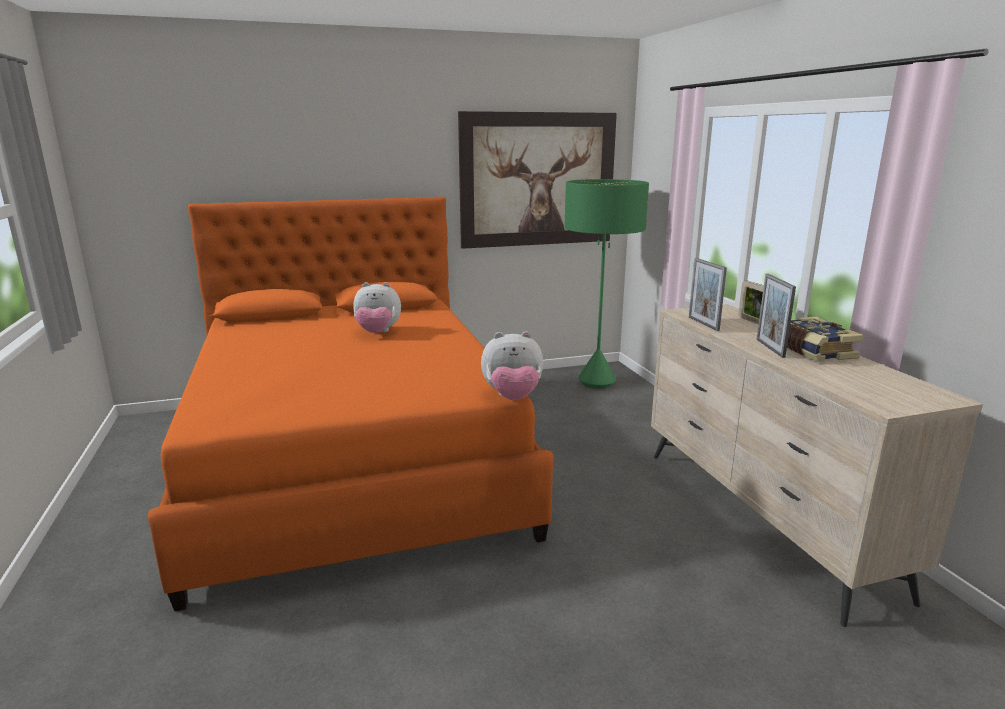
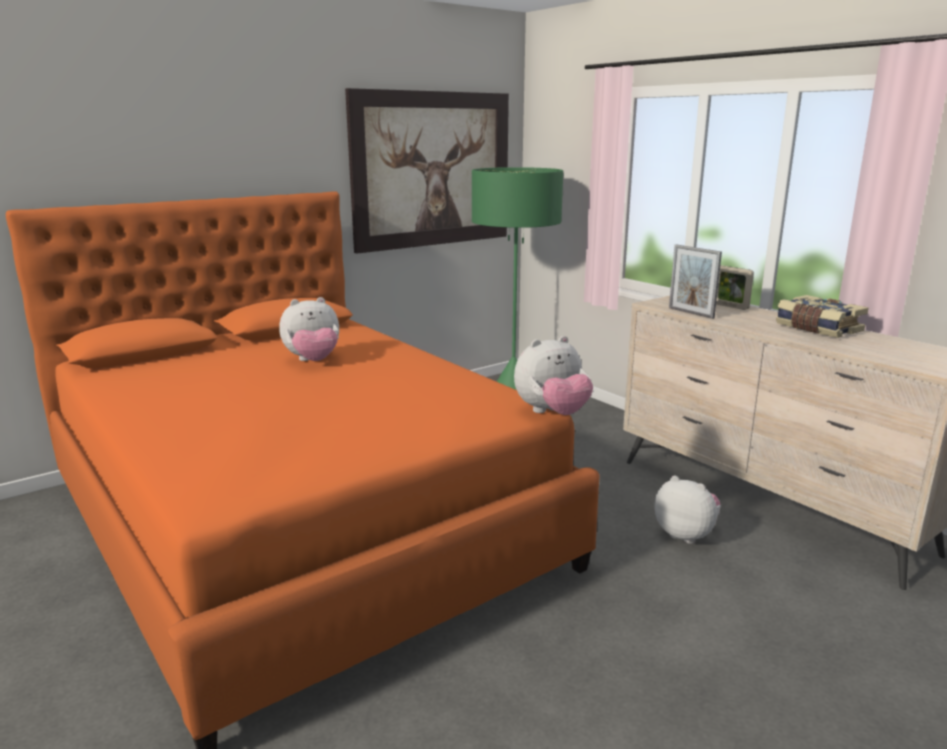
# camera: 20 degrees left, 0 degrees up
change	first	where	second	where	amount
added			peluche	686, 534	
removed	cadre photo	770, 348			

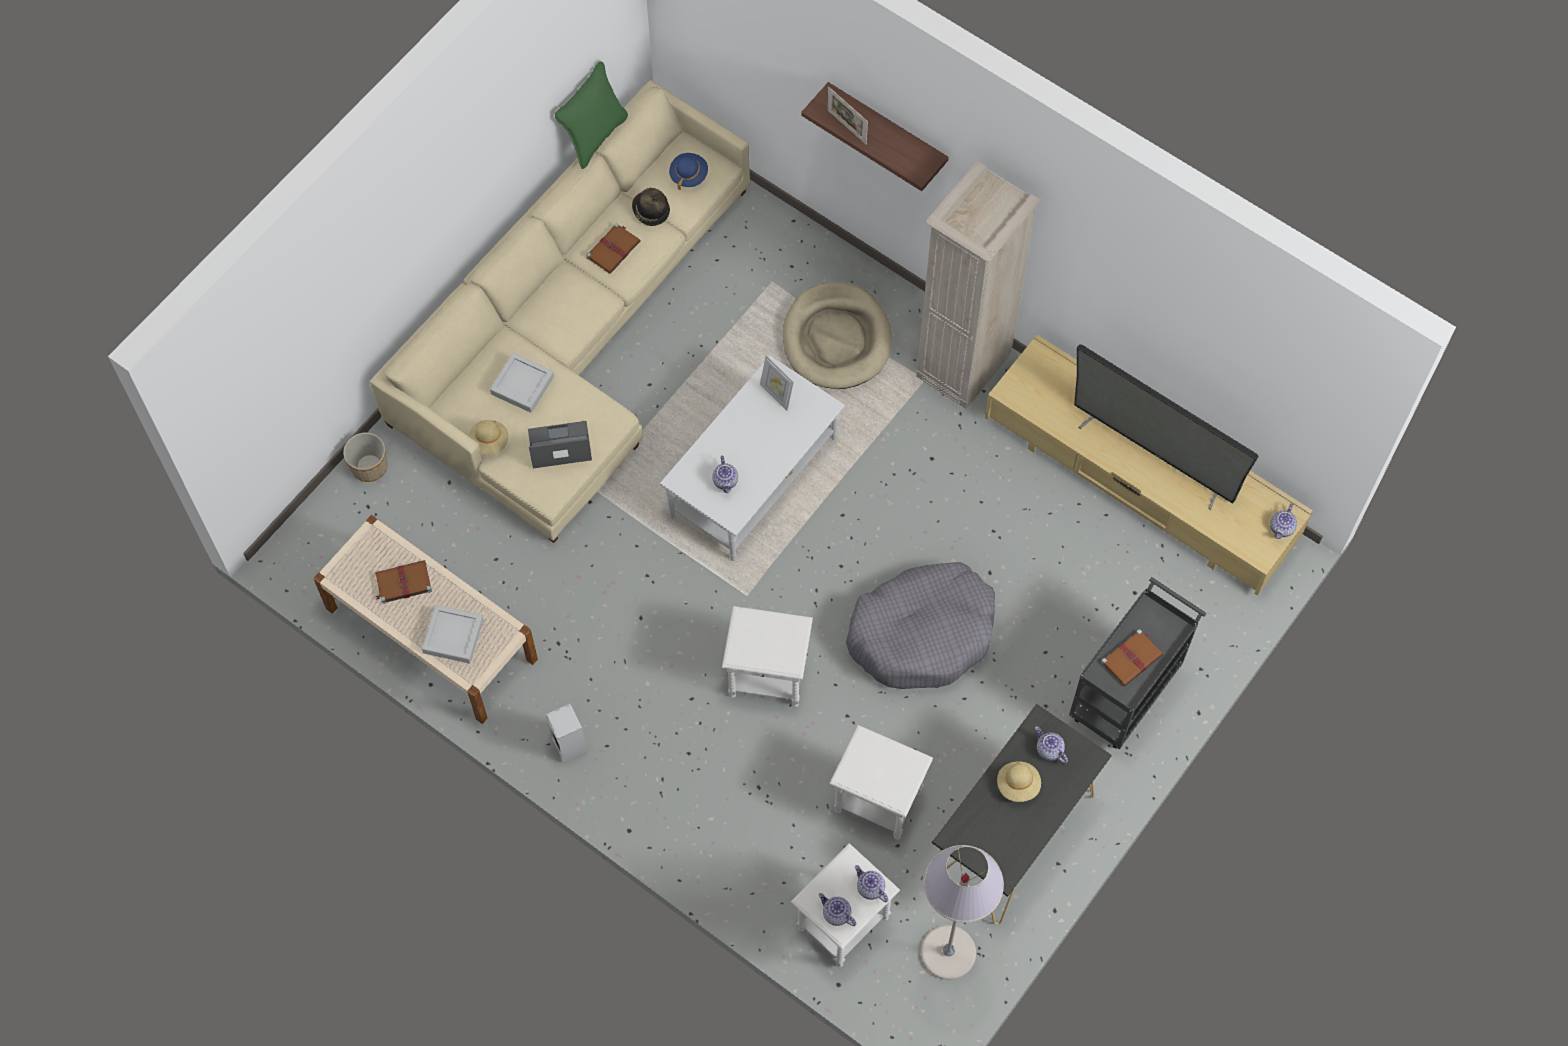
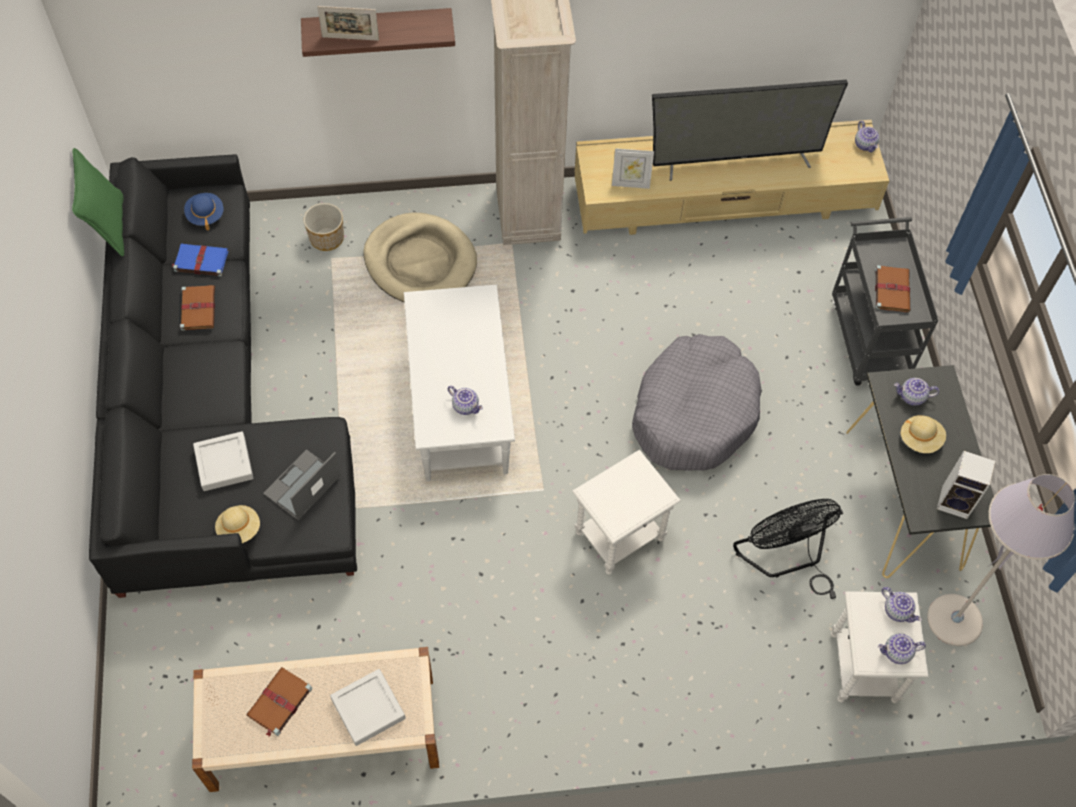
# camera: 45 degrees left, 5 degrees down
change	first	where	second	where	amount
recoloured	canapé (beige)	571, 336	canapé (noir)	211, 411	
replaced	chapeau	650, 211	livre (bleu)	200, 261	
moved	cache-pot	369, 466		326, 238	
moved	cadre photo	776, 395		630, 184	
replaced	table d'appoint (blanc)	877, 802	ventilateur (noir)	792, 557	
turned	théière	870, 888		897, 610	135 degrees counterclockwise
moved	enceinte	570, 746		956, 502	

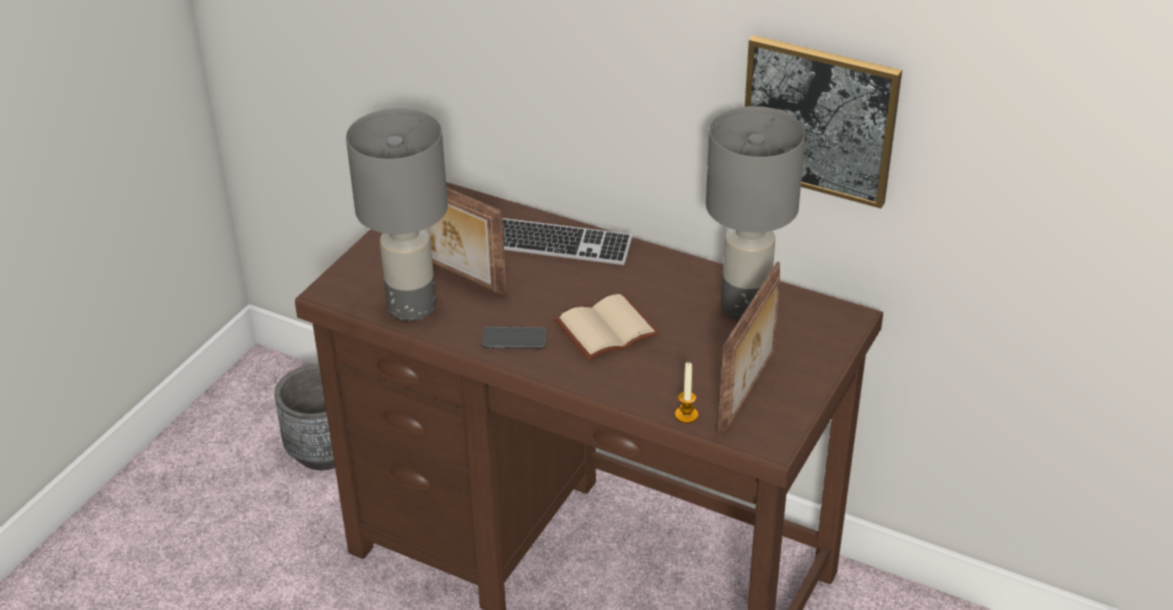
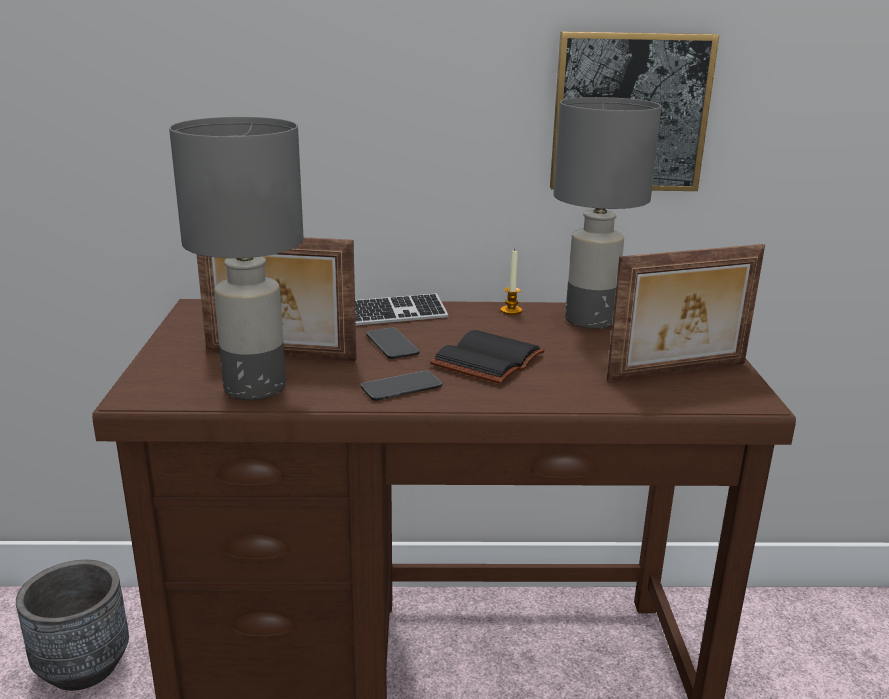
# camera: 30 degrees left, 15 degrees down
change	first	where	second	where	amount
added			téléphone	392, 344	
recoloured	livre (beige)	606, 331	livre (noir)	489, 361	
moved	bougie	686, 415		511, 310	
turned	cadre photo	748, 392		678, 372	75 degrees clockwise

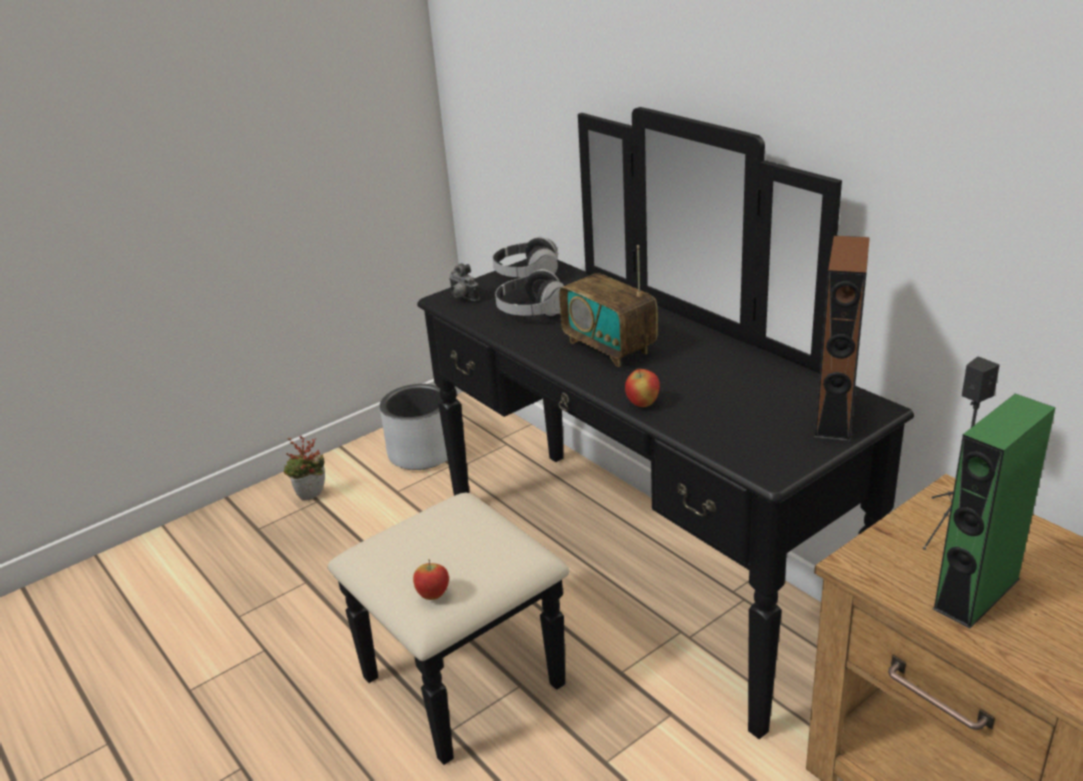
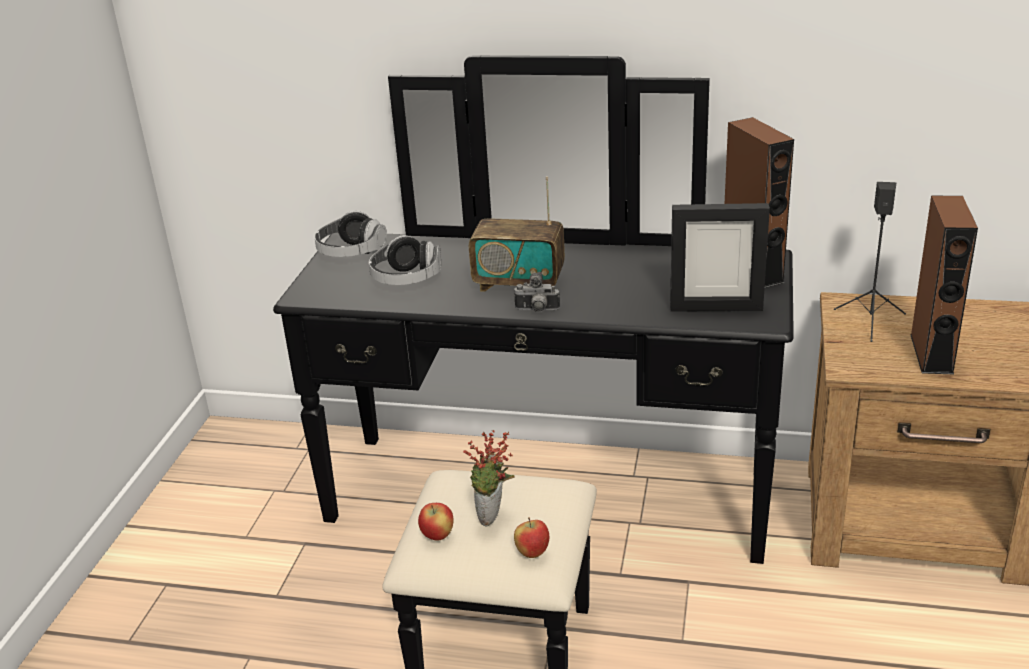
# camera: 40 degrees left, 0 degrees up
change	first	where	second	where	amount
moved	pomme	642, 404		438, 536	
moved	plante en pot	312, 497		493, 518	
moved	appareil photo	462, 297		537, 311	
added			cadre photo	716, 307	
recoloured	enceinte (vert)	976, 593	enceinte (marron)	931, 353	
removed	cache-pot (gris)	422, 452			

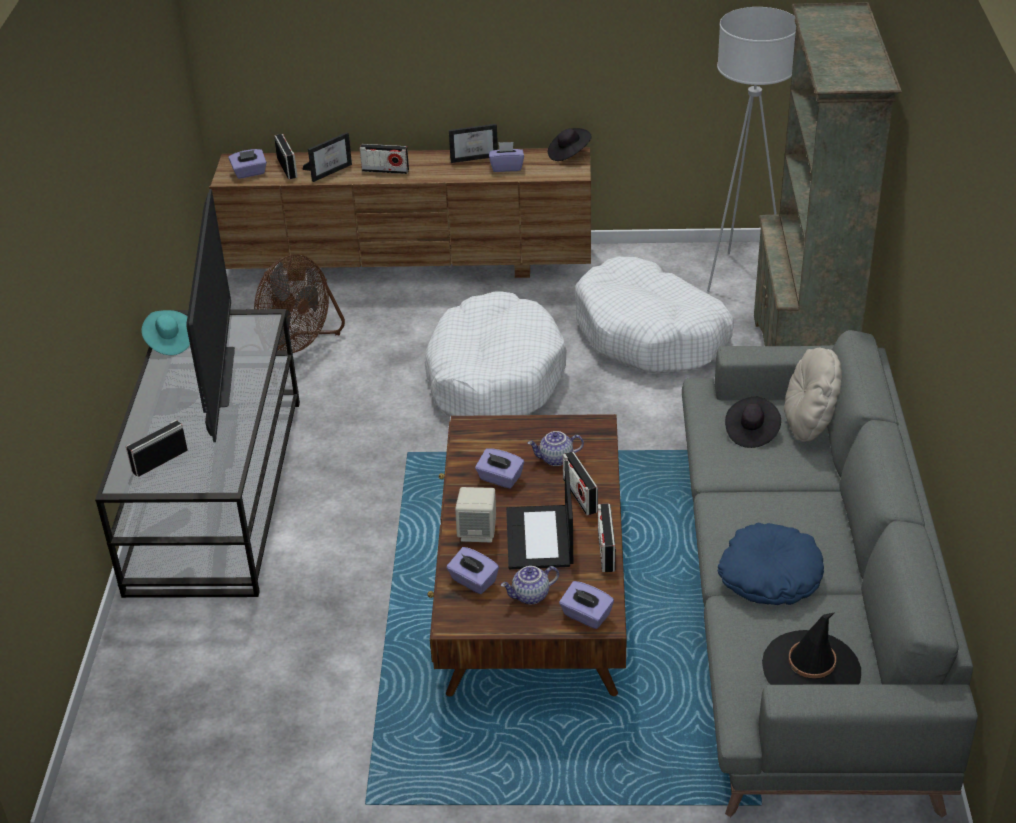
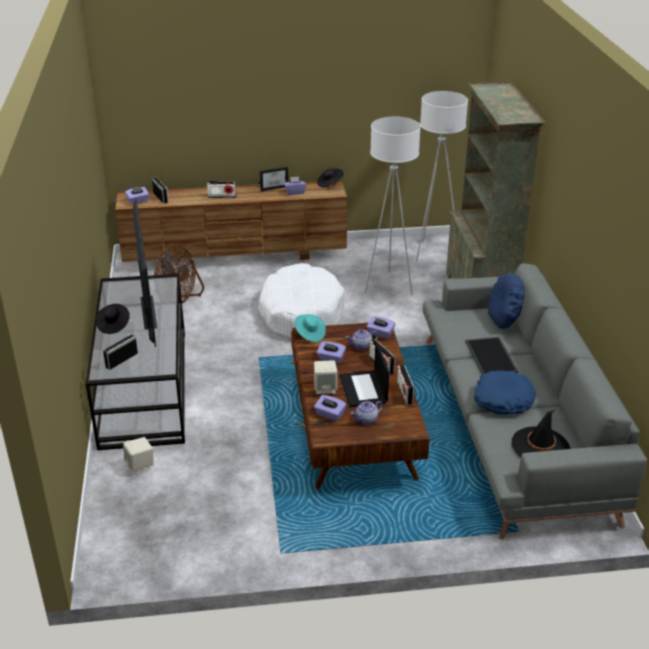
# camera: 10 degrees left, 5 degrees down
change	first	where	second	where	amount
moved	chapeau (noir)	751, 432		113, 325	
added			enceinte (beige)	140, 466	
moved	chapeau (turquoise)	169, 342		310, 334	
replaced	panier pour chien (blanc)	650, 334	lampadaire (blanc)	388, 286	
moved	boîte à mouchoirs (violet)	586, 616		380, 334	
added			plateau	492, 357	
recoloured	coussin (beige)	809, 426	coussin (bleu)	503, 321	
removed	cadre photo	329, 170			

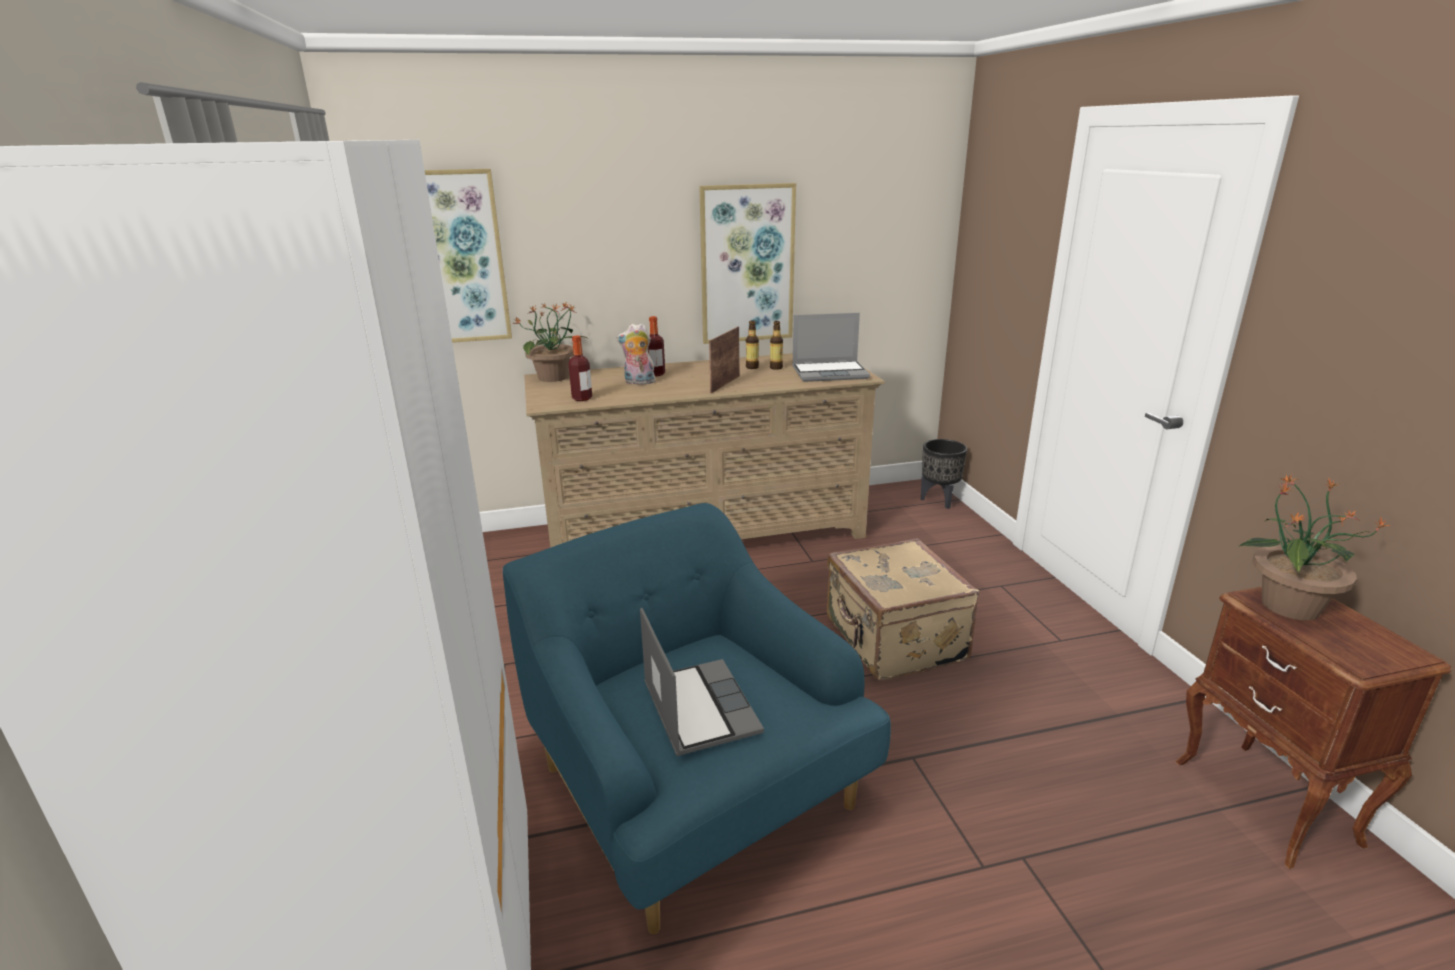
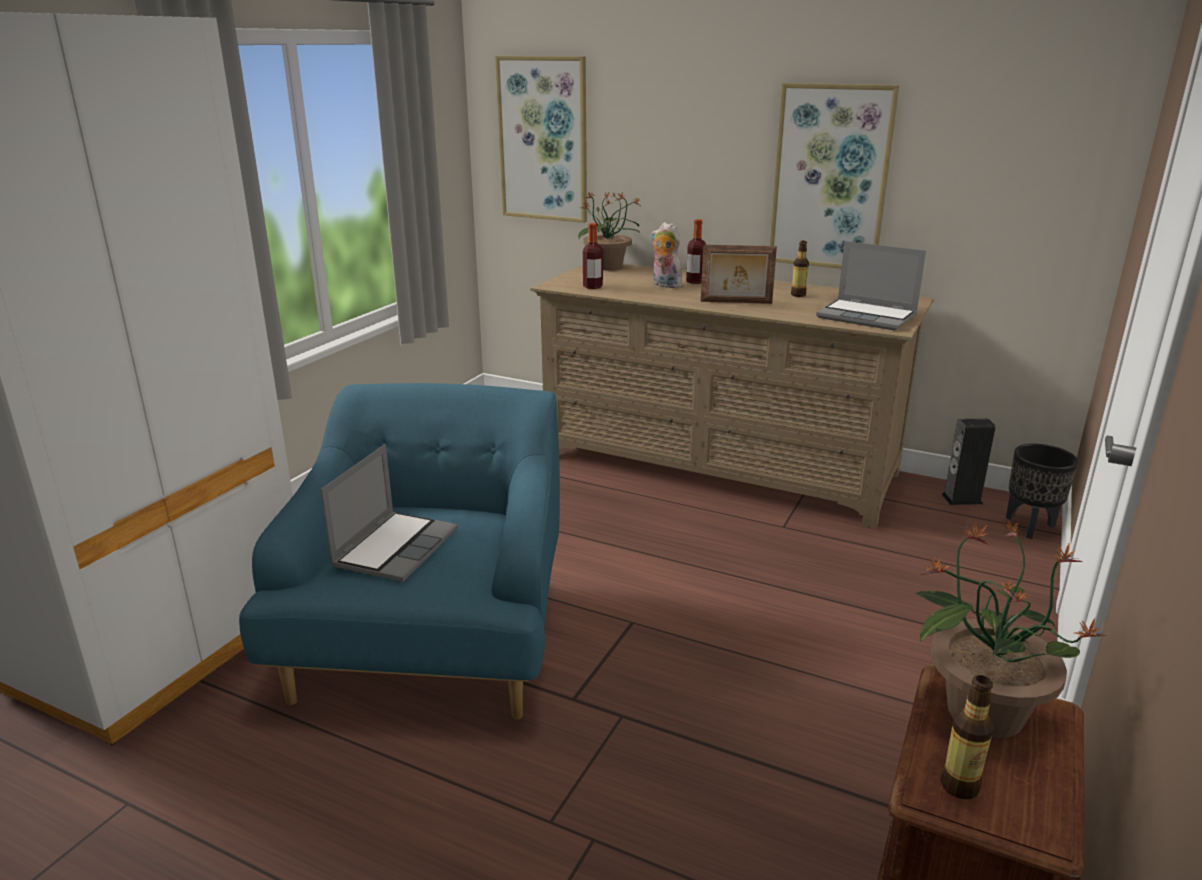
# camera: 40 degrees right, 0 degrees up
change	first	where	second	where	amount
turned	cadre photo	724, 384		736, 302	150 degrees counterclockwise
moved	bouteille	776, 368		959, 786	
added			enceinte	962, 499	
removed	valise (beige)	893, 641			

